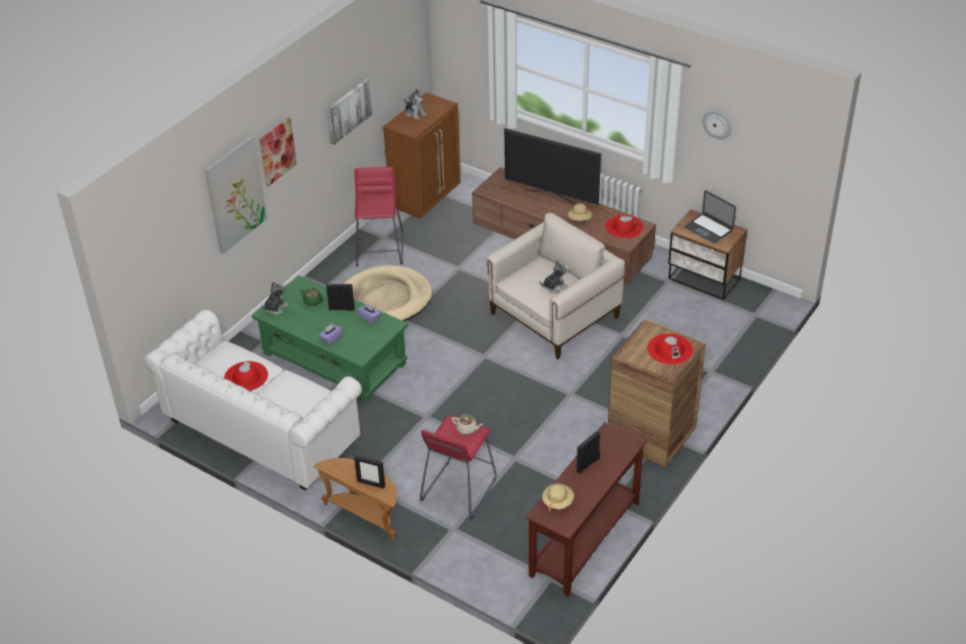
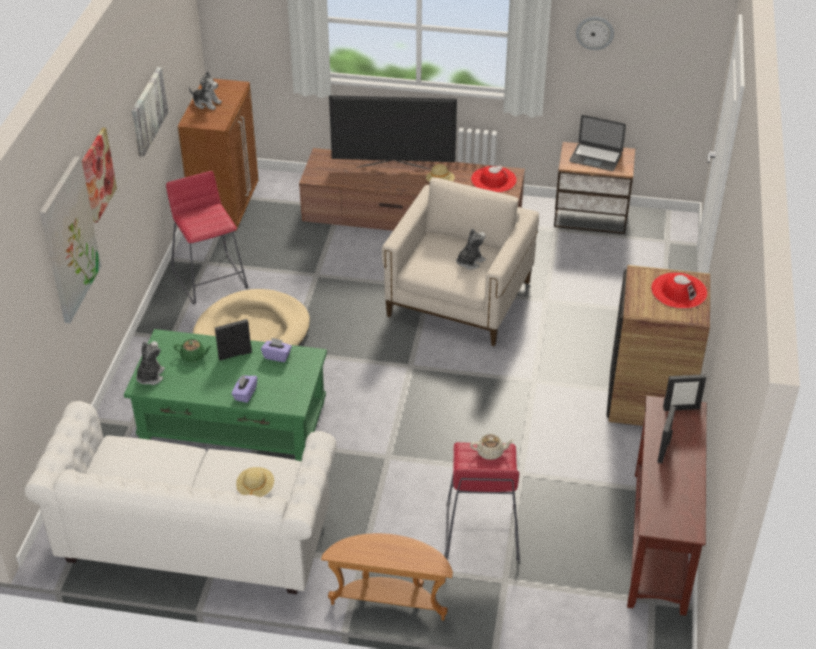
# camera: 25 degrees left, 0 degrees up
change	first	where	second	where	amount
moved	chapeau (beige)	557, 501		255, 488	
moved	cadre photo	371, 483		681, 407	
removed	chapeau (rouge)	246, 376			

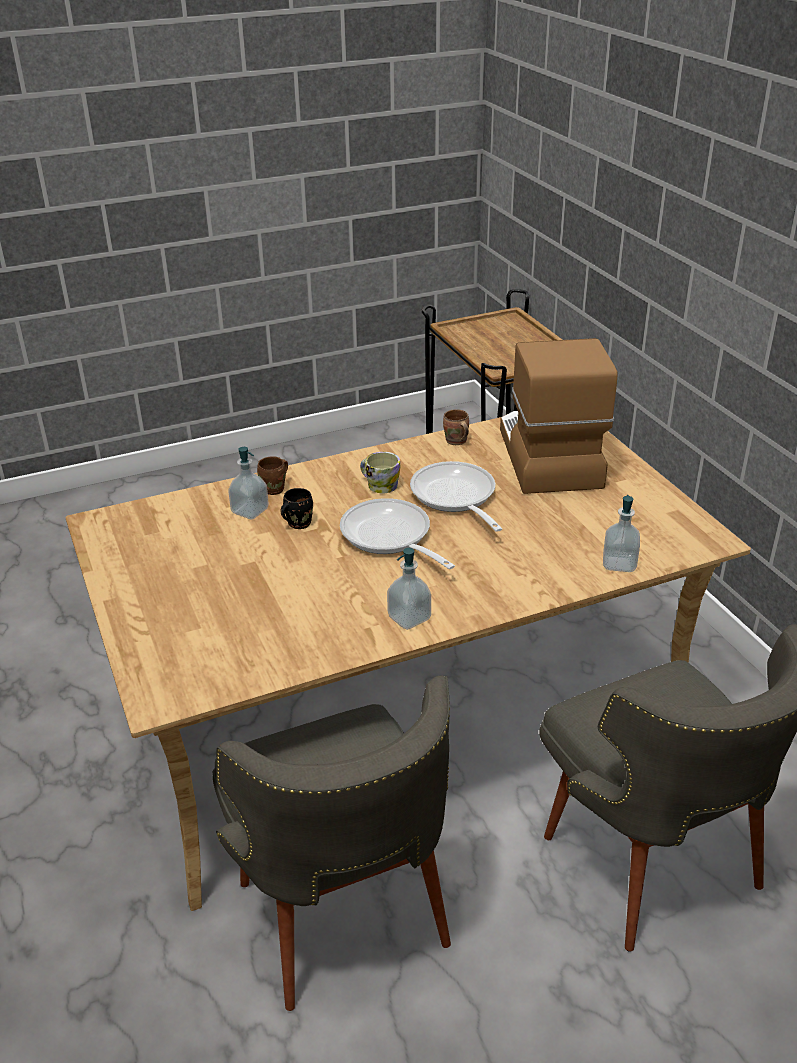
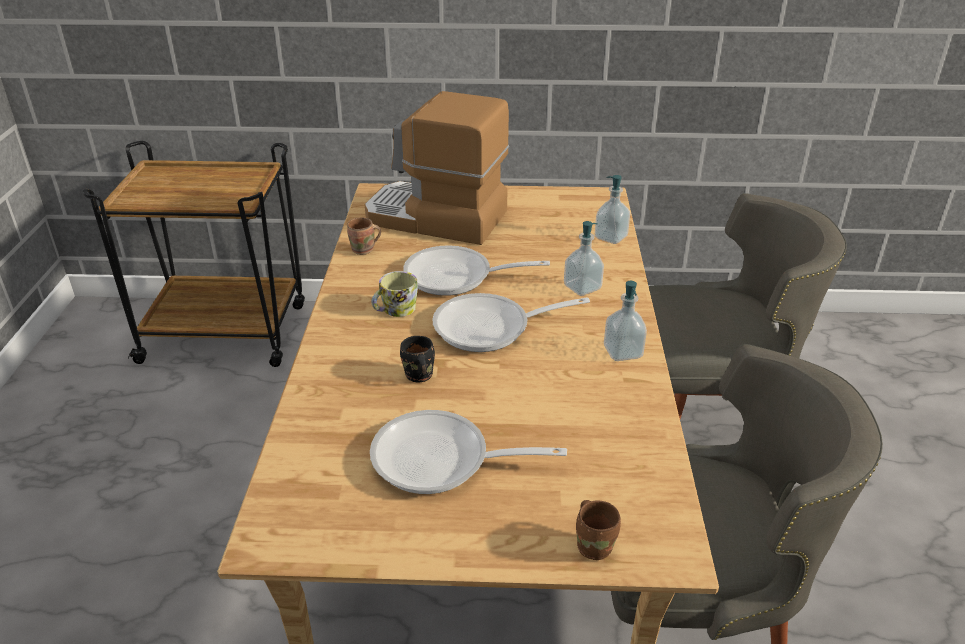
# camera: 65 degrees left, 0 degrees up
change	first	where	second	where	amount
added			poêle	441, 461	
moved	distributeur de savon	250, 511		582, 287	
moved	mug (marron)	275, 489		595, 545	

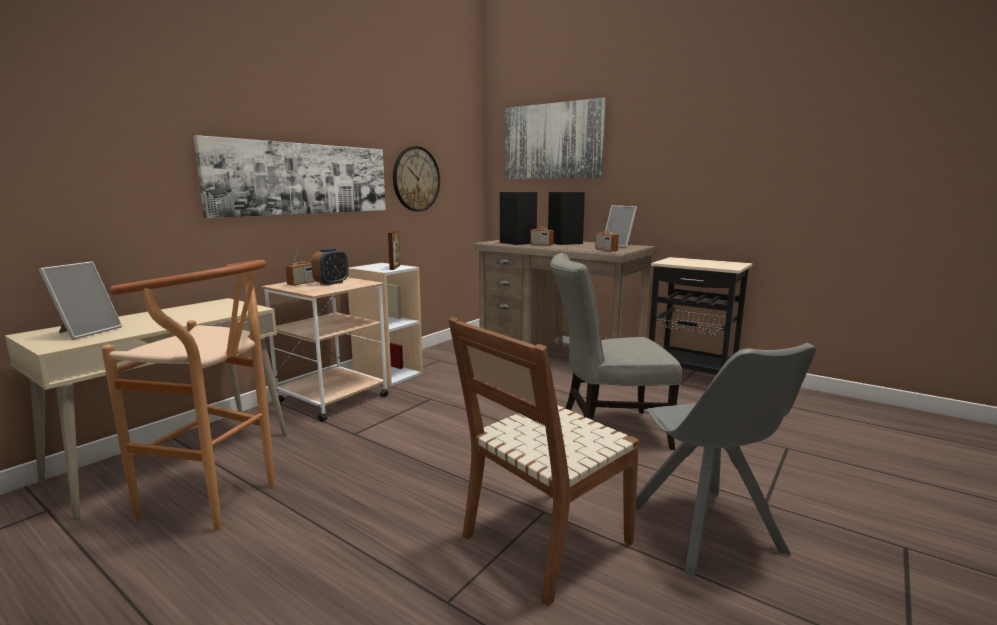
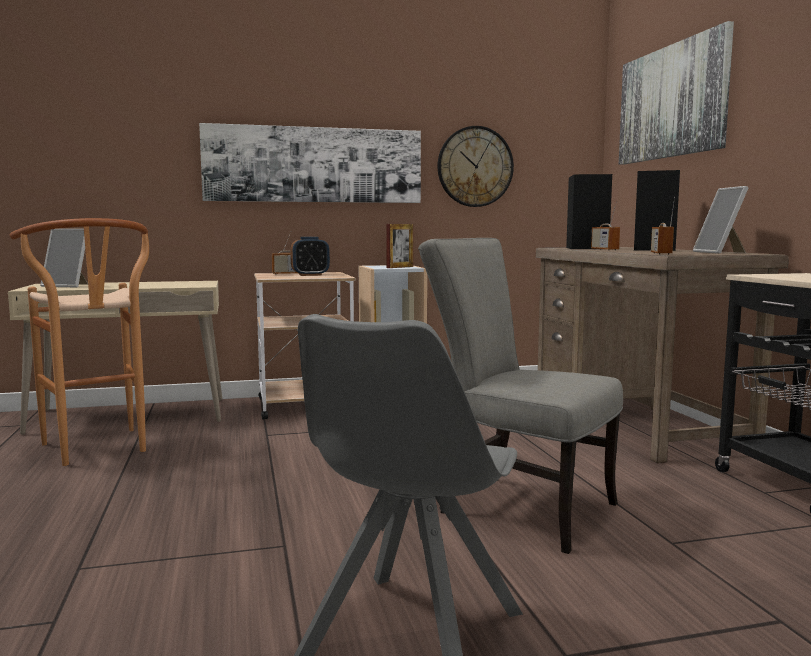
# camera: 40 degrees right, 5 degrees down
change	first	where	second	where	amount
turned	cadre photo	86, 332		69, 286	45 degrees clockwise
removed	chaise	541, 544			

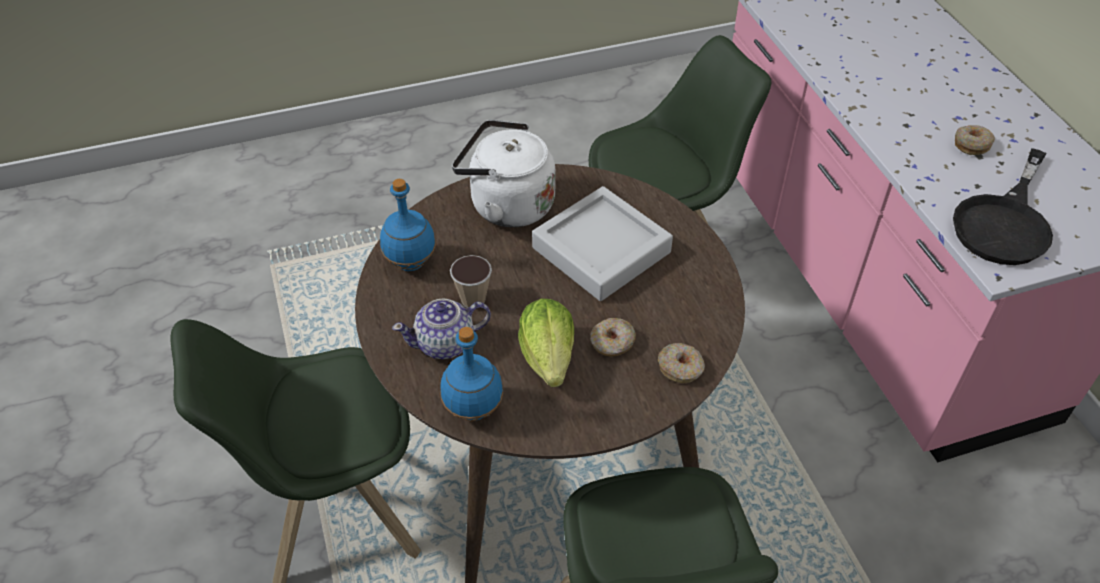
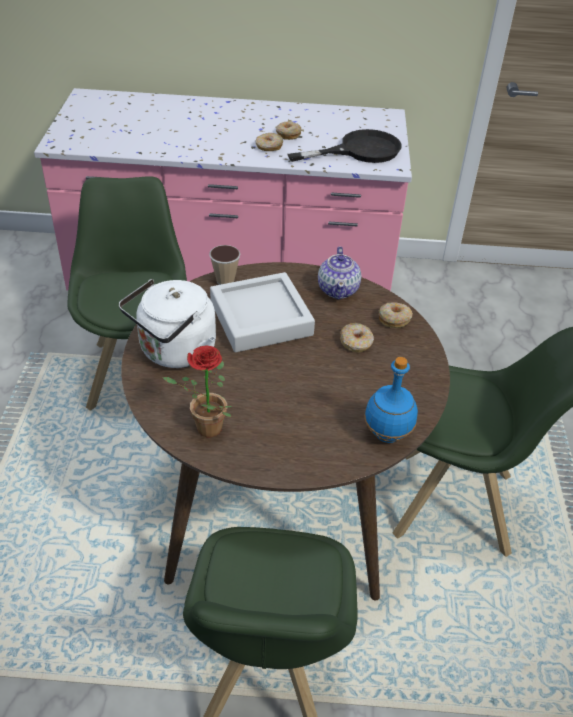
# camera: 70 degrees left, 5 degrees down
change	first	where	second	where	amount
replaced	bouteille (bleu)	411, 262	plante en pot	203, 429	
moved	tasse	473, 300		225, 280	
added			beignet	269, 147	
turned	poêle (noir)	1004, 222		359, 151	75 degrees counterclockwise
moved	théière	445, 344		338, 289	
removed	laitue	548, 357			

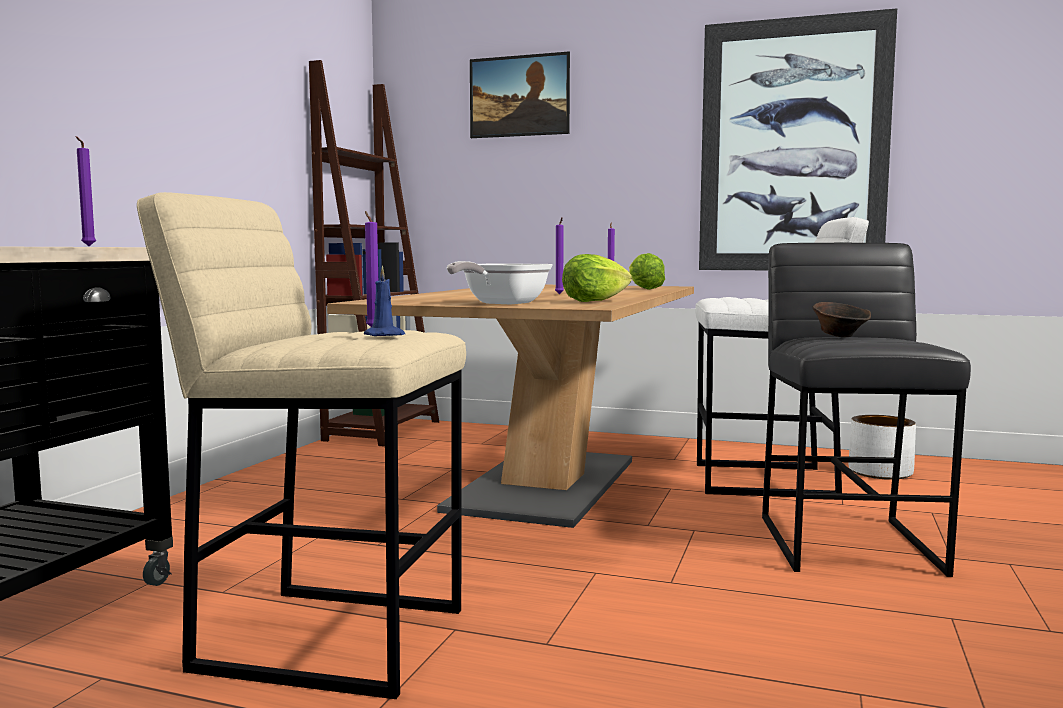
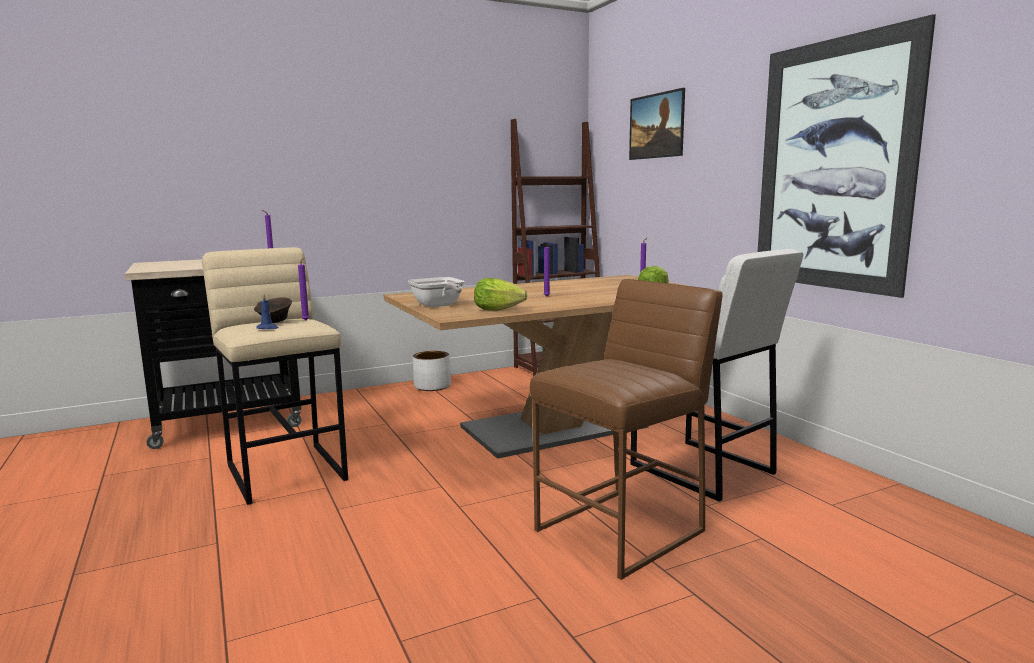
# camera: 45 degrees right, 5 degrees up
change	first	where	second	where	amount
moved	bol (marron)	840, 336		275, 322	
turned	poêle	500, 303		438, 306	105 degrees counterclockwise
moved	cache-pot (blanc)	880, 472		432, 386	
recoloured	tabouret (gris)	847, 543	tabouret (marron)	621, 530	

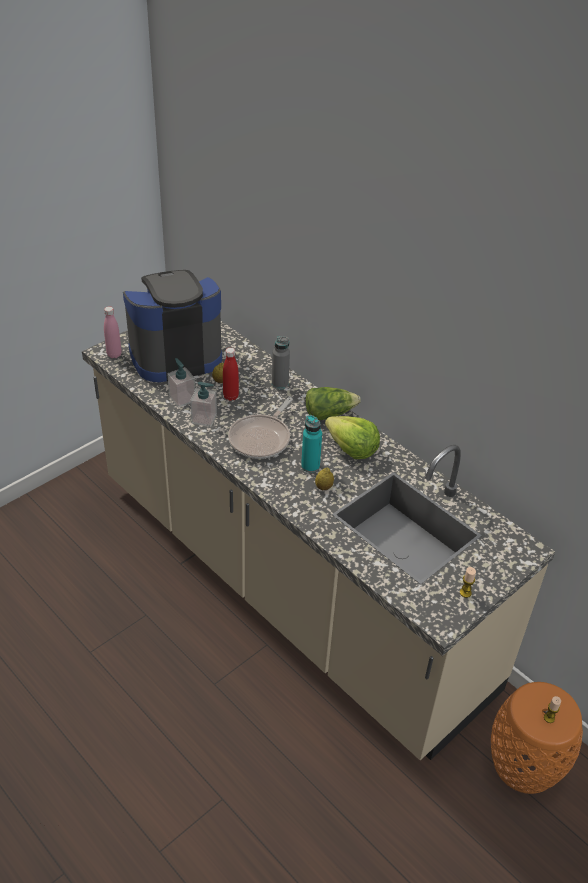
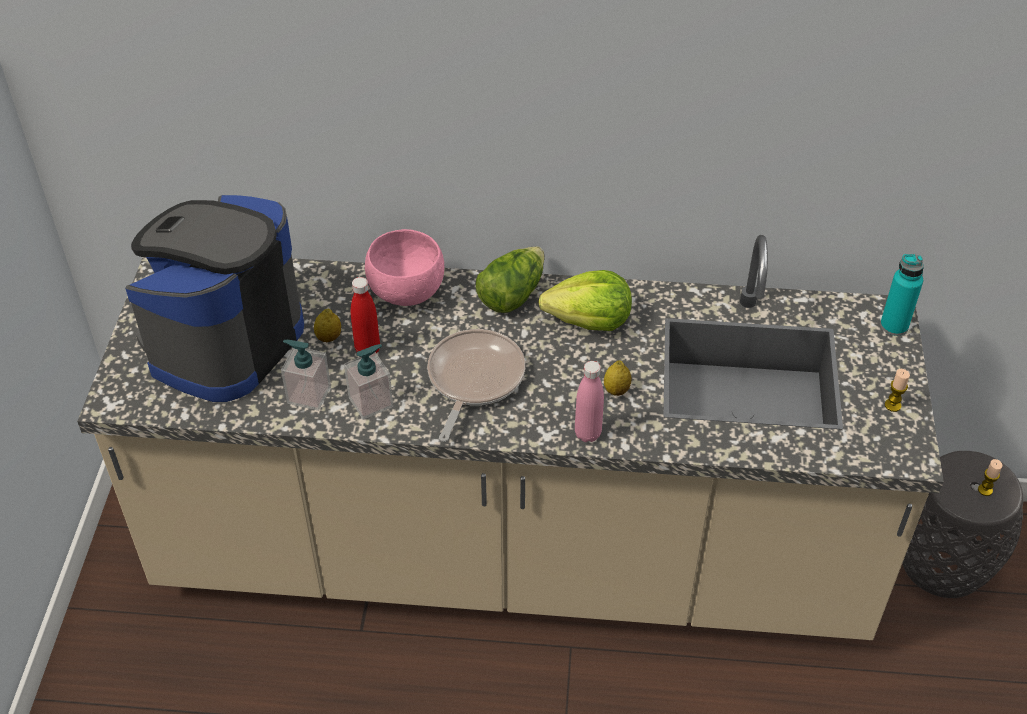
# camera: 40 degrees left, 5 degrees up
change	first	where	second	where	amount
replaced	bouteille (gris)	280, 384	bol (rose)	407, 293	
turned	poêle	261, 438		473, 379	150 degrees counterclockwise
moved	bouteille (rose)	114, 354		587, 433	
moved	bouteille (turquoise)	310, 466		894, 326	
recoloured	tabouret (orange)	524, 764	tabouret (gris)	943, 563	

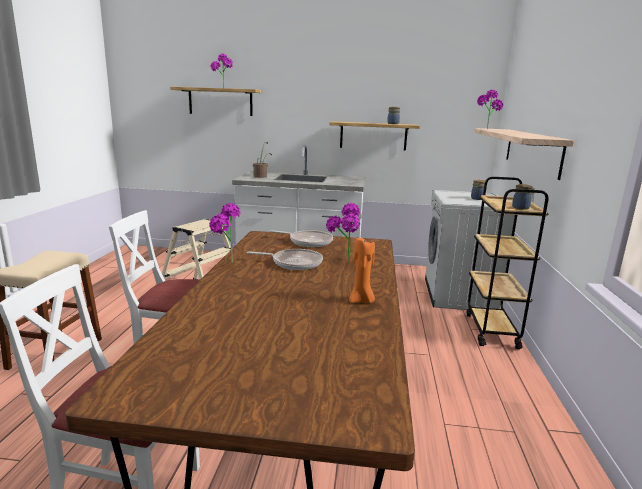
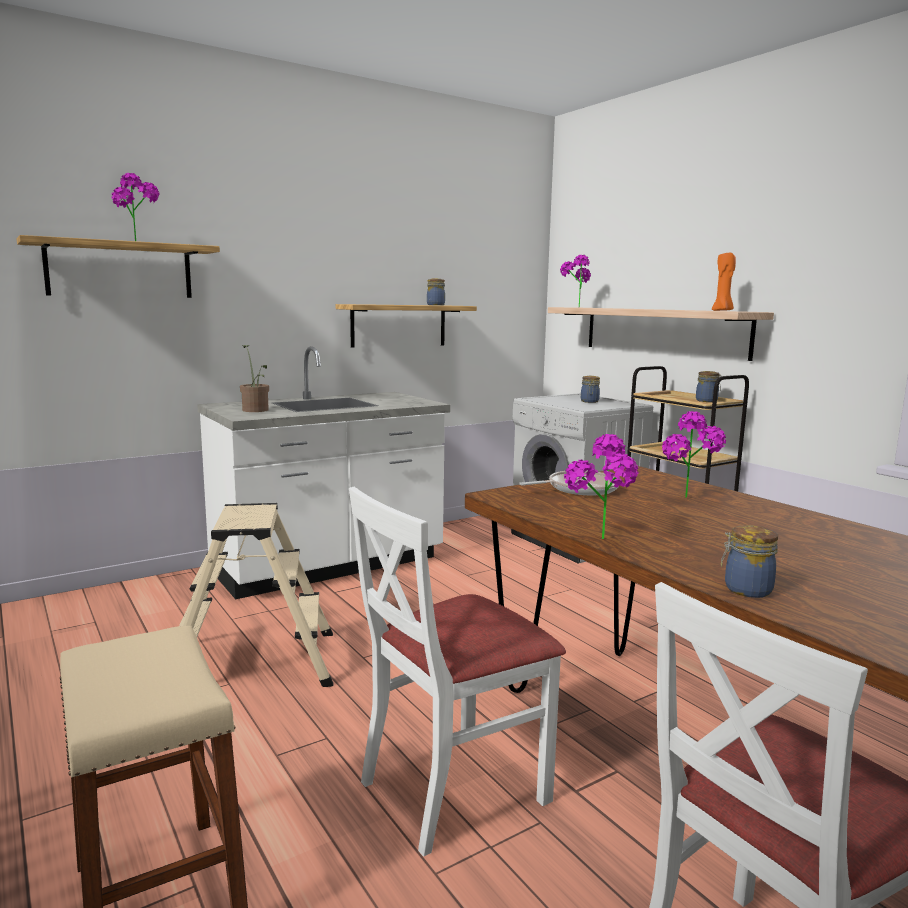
# camera: 40 degrees left, 5 degrees down
change	first	where	second	where	amount
moved	bougie (orange)	361, 301		722, 310	
added			bocal	745, 589	
removed	poêle	294, 263			

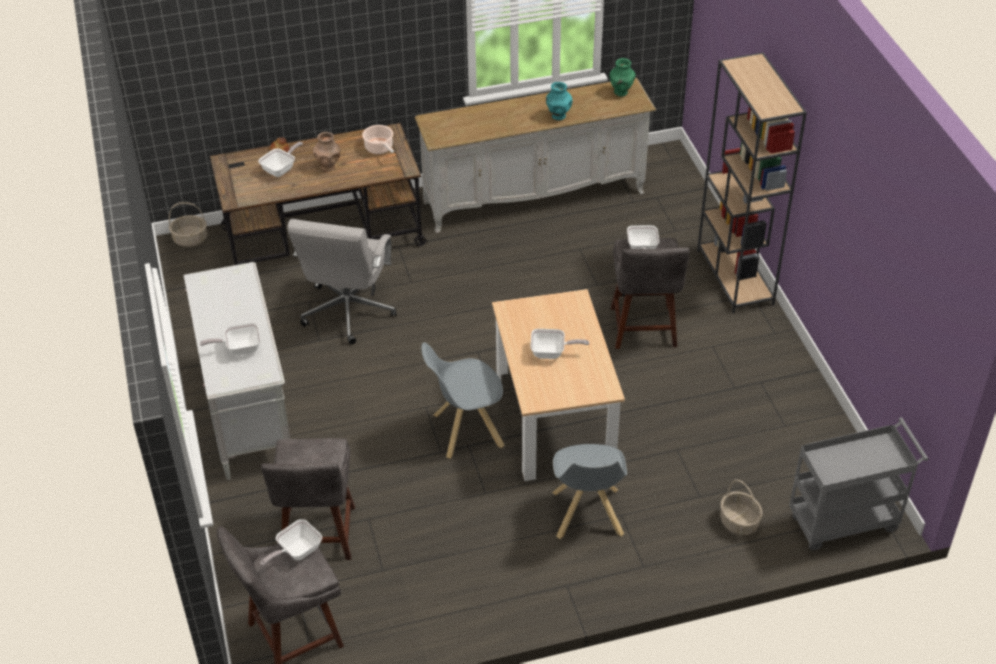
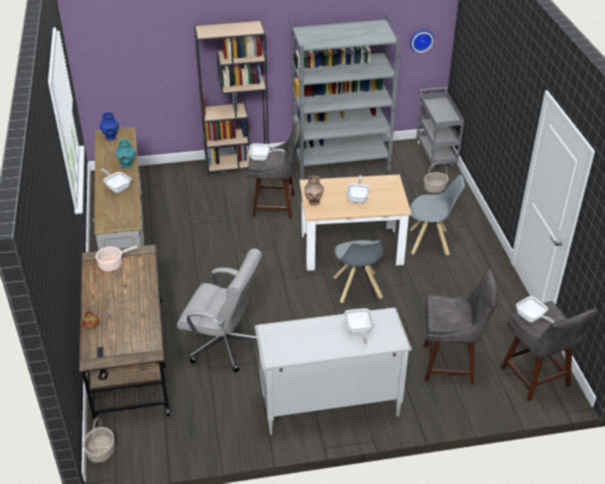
# camera: 85 degrees left, 5 degrees down
change	first	where	second	where	amount
recoloured	vase (vert)	621, 92	vase (bleu)	111, 137	
moved	poêle	281, 169		117, 187	
added			bibliothèque (gris)	340, 161	
moved	vase (marron)	328, 167		313, 202	
added			horloge murale	421, 40	

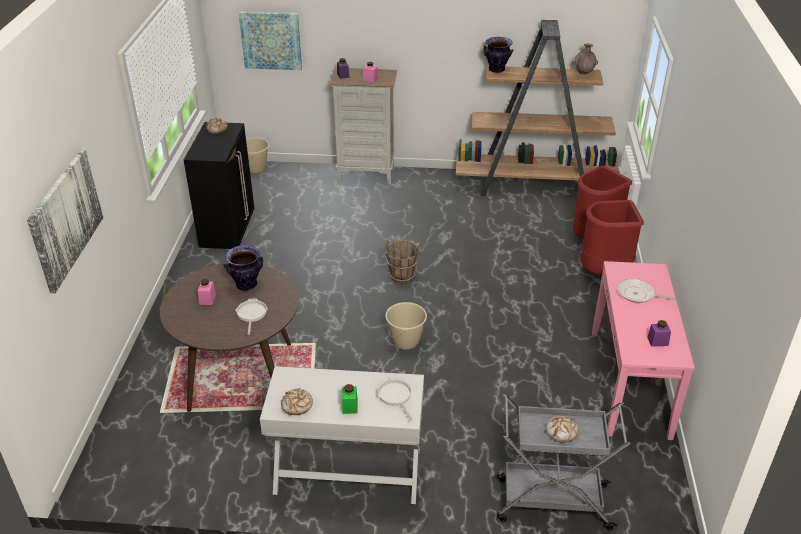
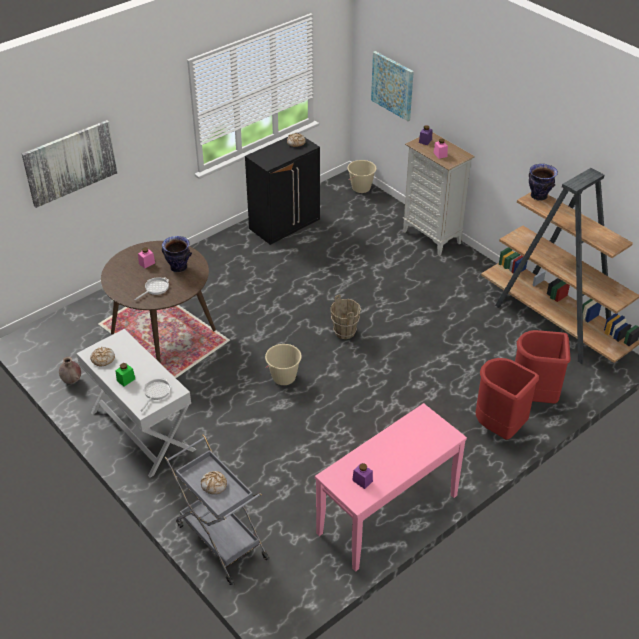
# camera: 45 degrees right, 5 degrees up
change	first	where	second	where	amount
moved	vase (marron)	583, 73		72, 381	
removed	poêle	638, 294			

